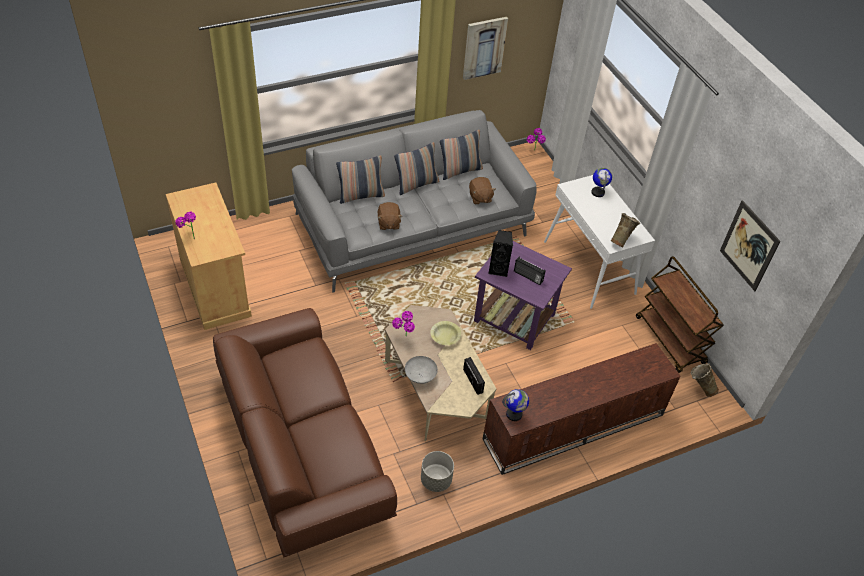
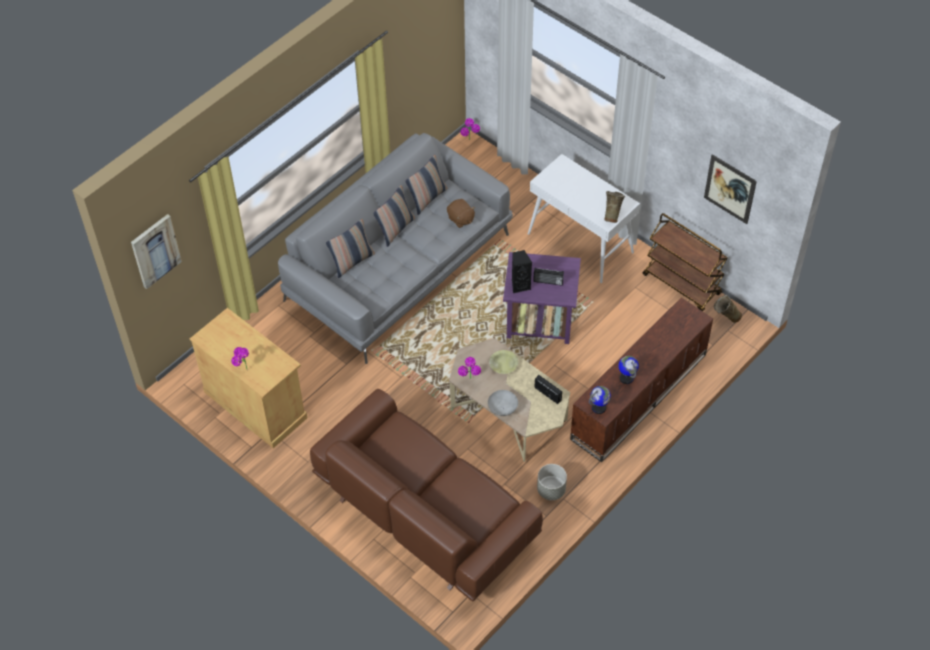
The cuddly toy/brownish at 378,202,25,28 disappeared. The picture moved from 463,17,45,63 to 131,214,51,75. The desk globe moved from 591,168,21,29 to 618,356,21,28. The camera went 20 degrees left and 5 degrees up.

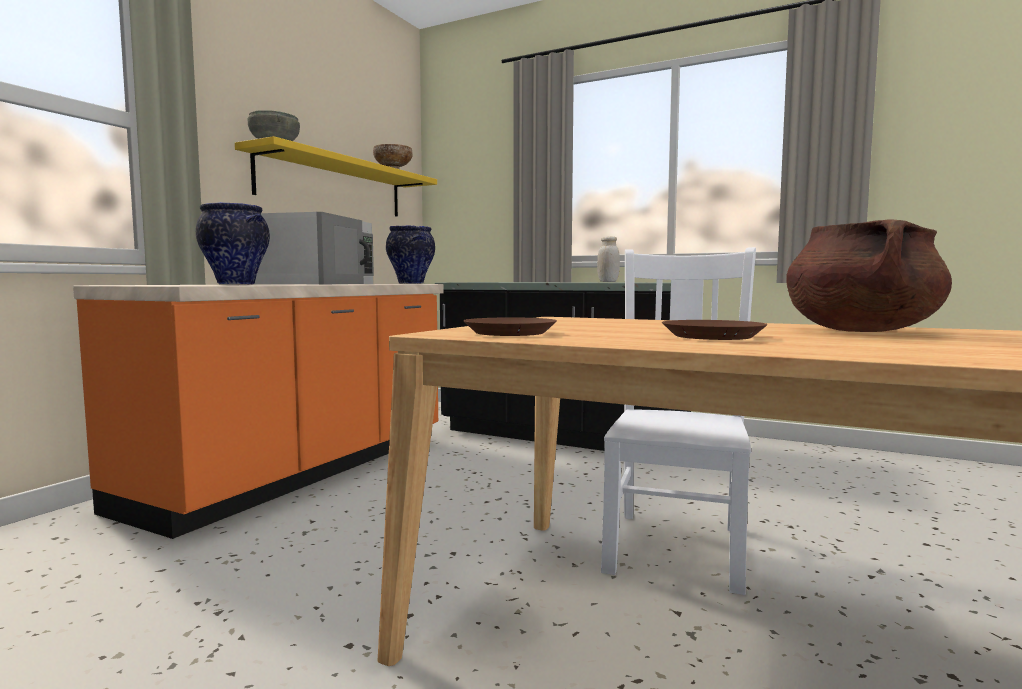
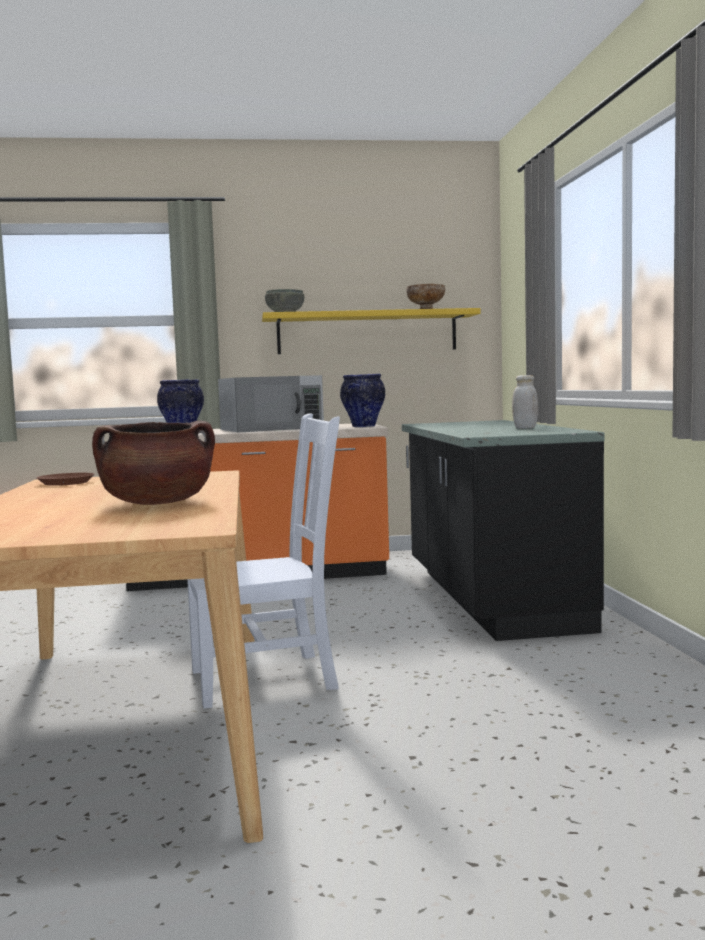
The flat dish/brownish at 662,320,106,20 disappeared. The camera went 55 degrees right and 0 degrees up.

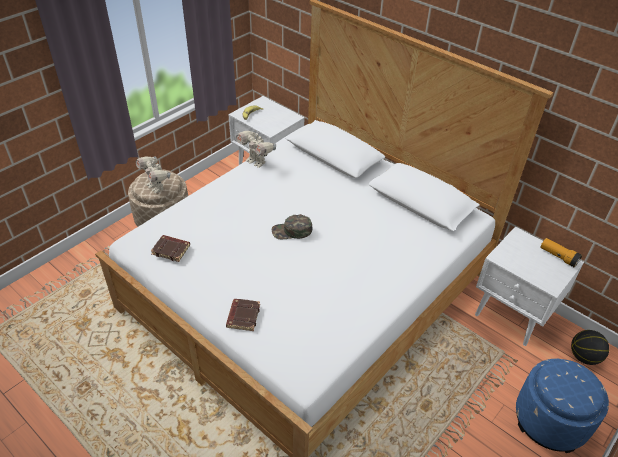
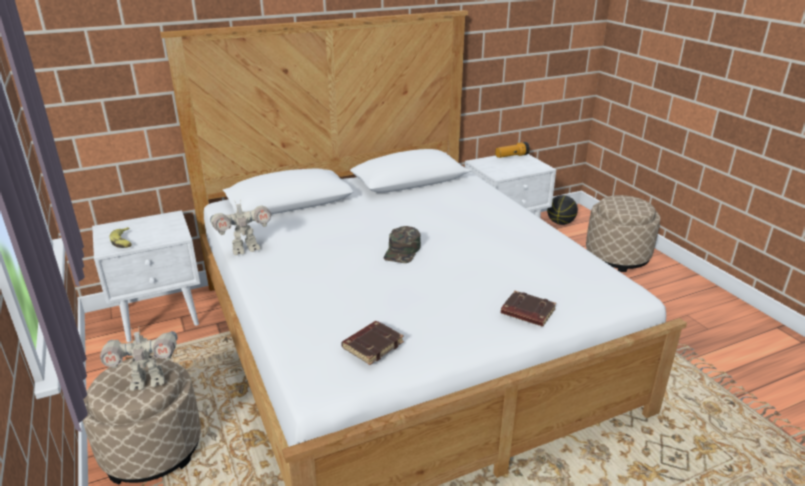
The pouffe/blue-coloured at 516,359,93,94 became the pouffe/beige at 586,195,74,77. The camera went 65 degrees left and 15 degrees down.

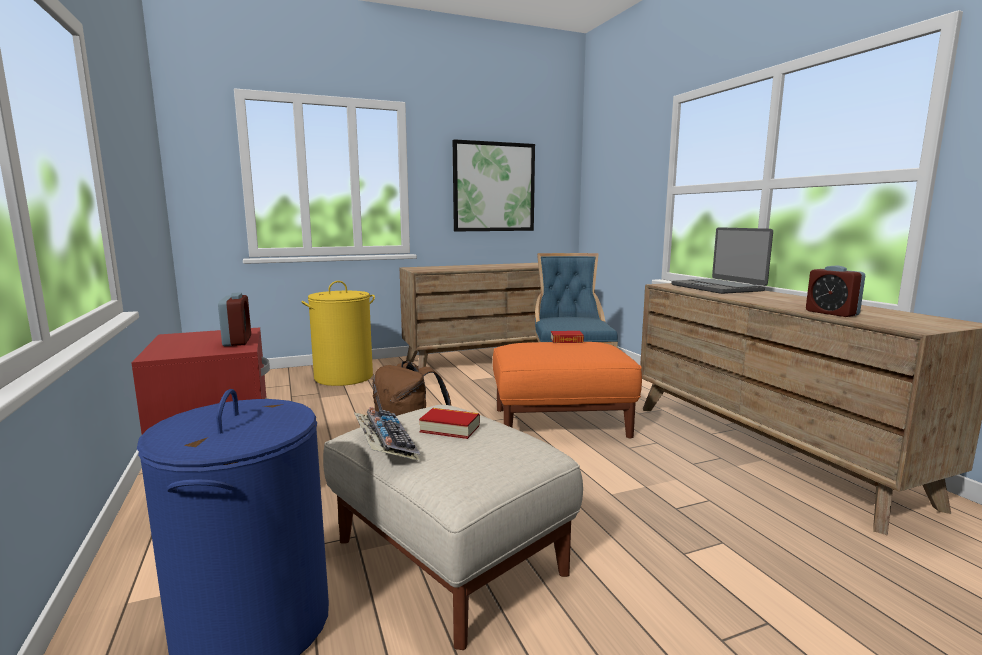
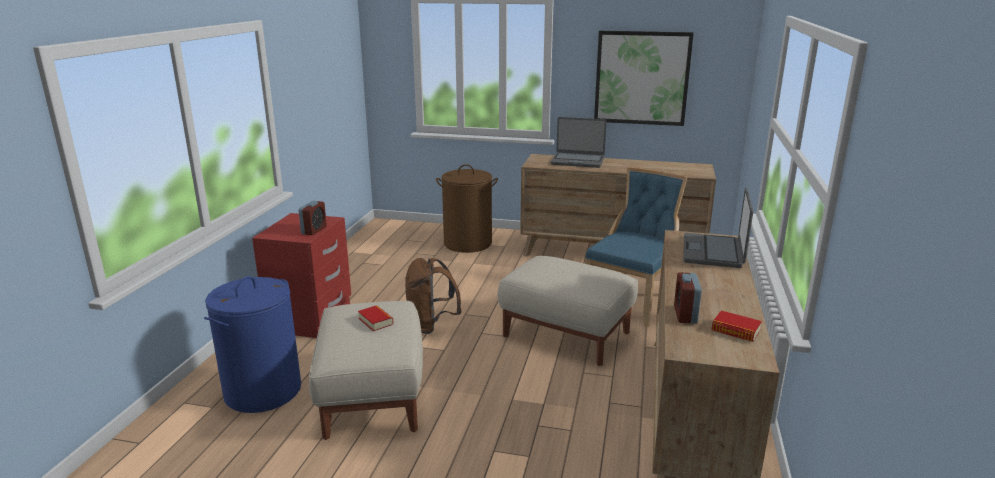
The laundry basket/yellow at 301,281,74,105 became the laundry basket/brownish at 436,164,62,89. The computer keyboard at 354,407,67,54 disappeared. The pouffe/orange at 493,342,149,97 became the pouffe/beige at 498,256,140,110. The bound book moved from 551,331,33,12 to 712,310,50,32. The portable computer at 551,117,56,51 appeared. The camera went 35 degrees right and 10 degrees up.

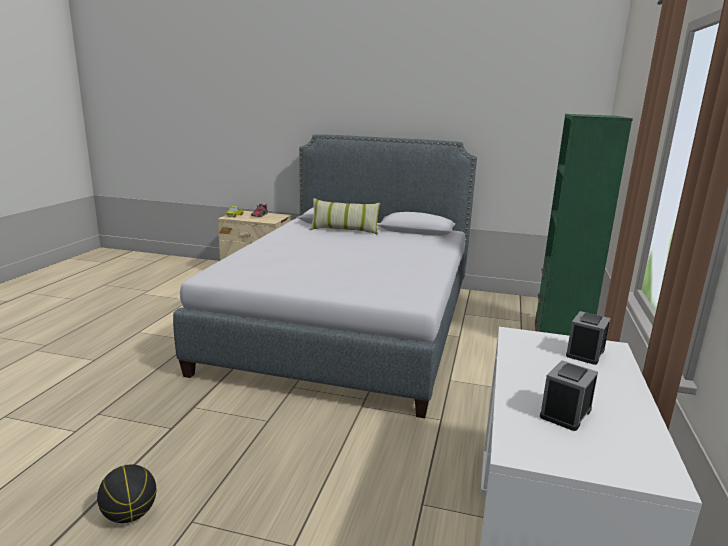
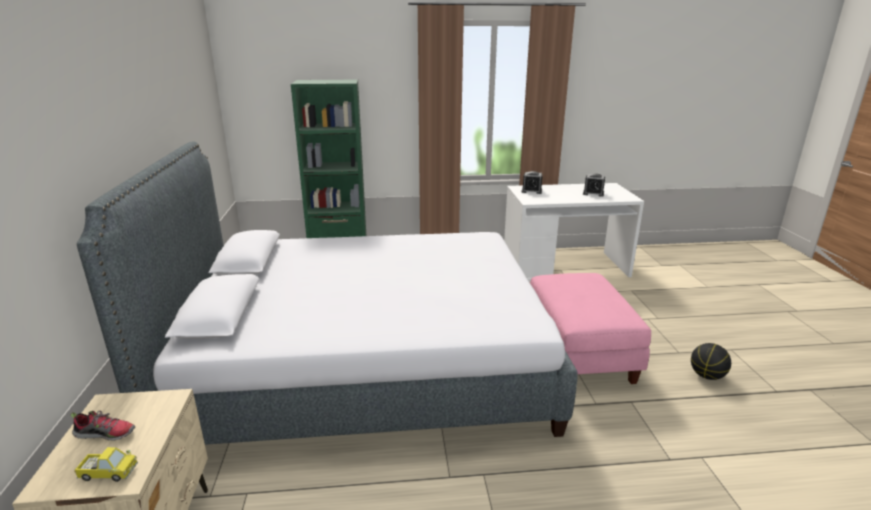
The throw pillow at 310,198,70,36 disappeared. The pouffe/pink at 530,273,121,111 appeared. The camera went 110 degrees left and 5 degrees up.

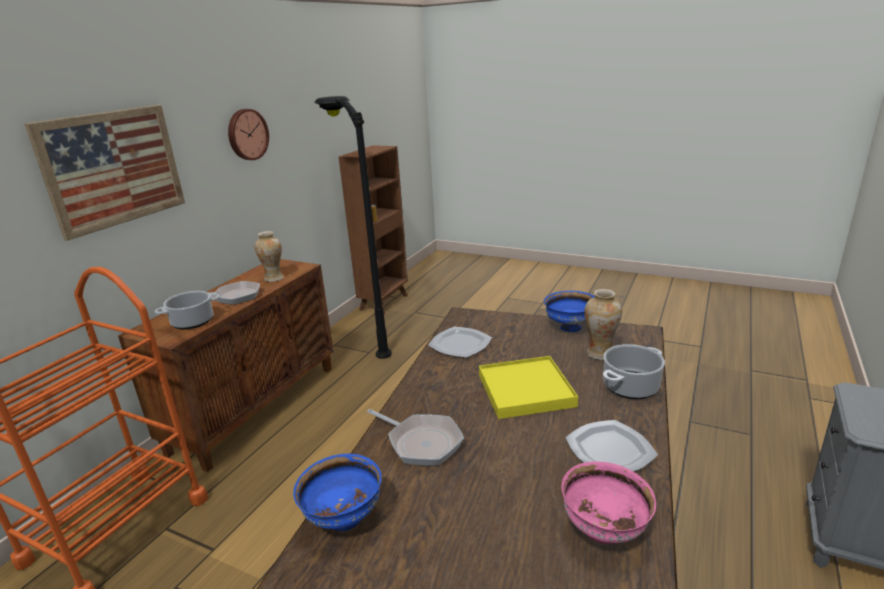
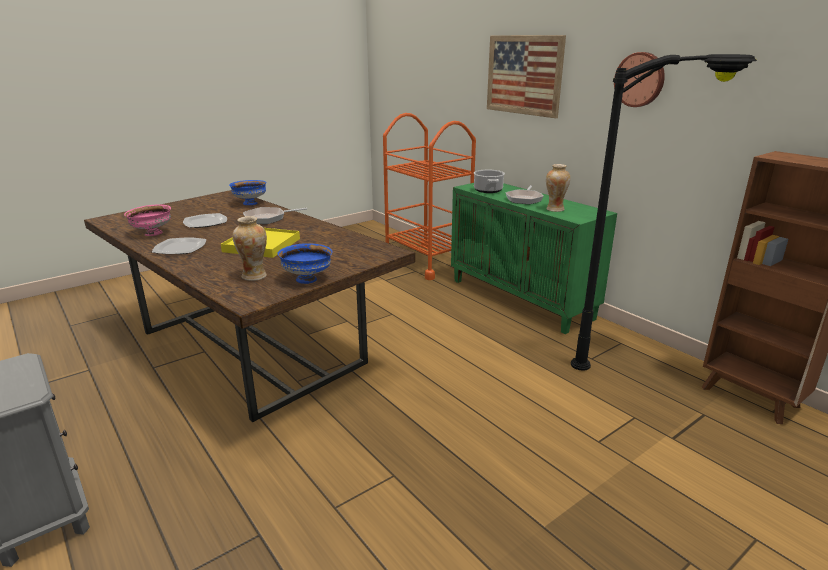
The storage cabinet/brownish at 118,259,216,213 became the storage cabinet/green at 451,183,166,151. The flat dish moved from 428,327,64,31 to 183,213,44,15. The cooking pot at 603,344,62,55 disappeared. The camera went 115 degrees right and 0 degrees up.

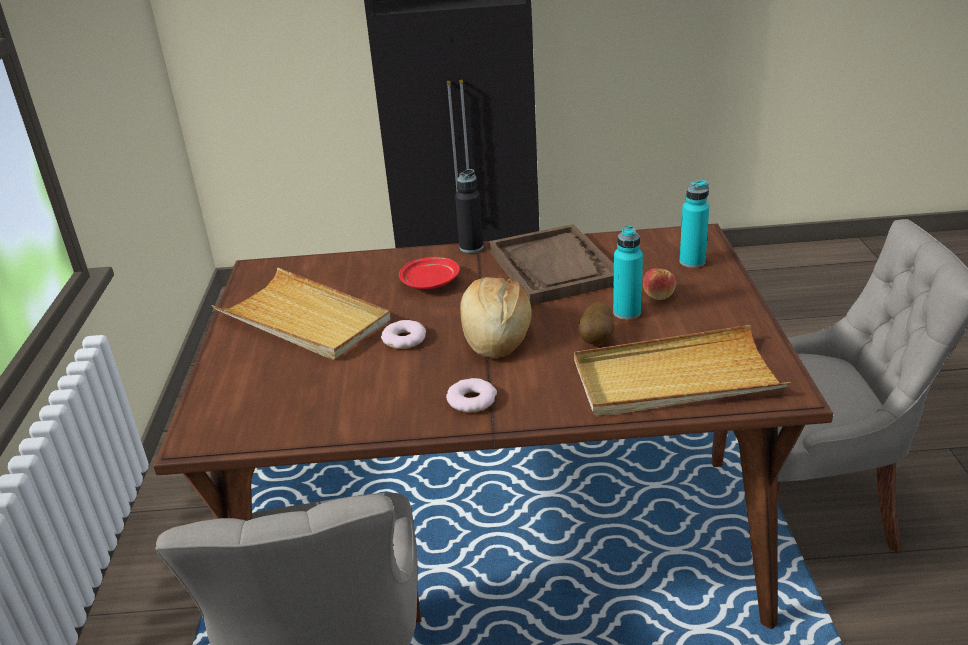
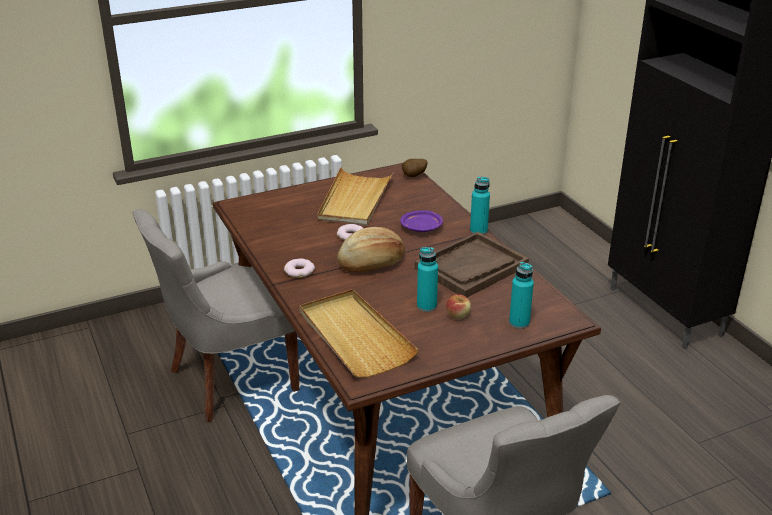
The flat dish/reddish at 399,257,61,32 became the flat dish/purple at 400,210,43,22. The drink bottle/blackish at 455,169,28,84 became the drink bottle/turquoise-coloured at 470,177,20,58. The whole potato moved from 579,302,35,43 to 402,159,26,18. The camera went 65 degrees right and 0 degrees up.

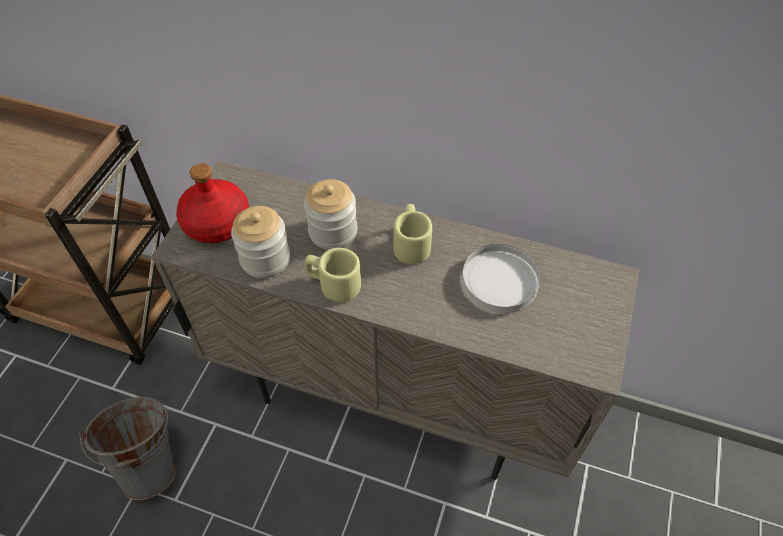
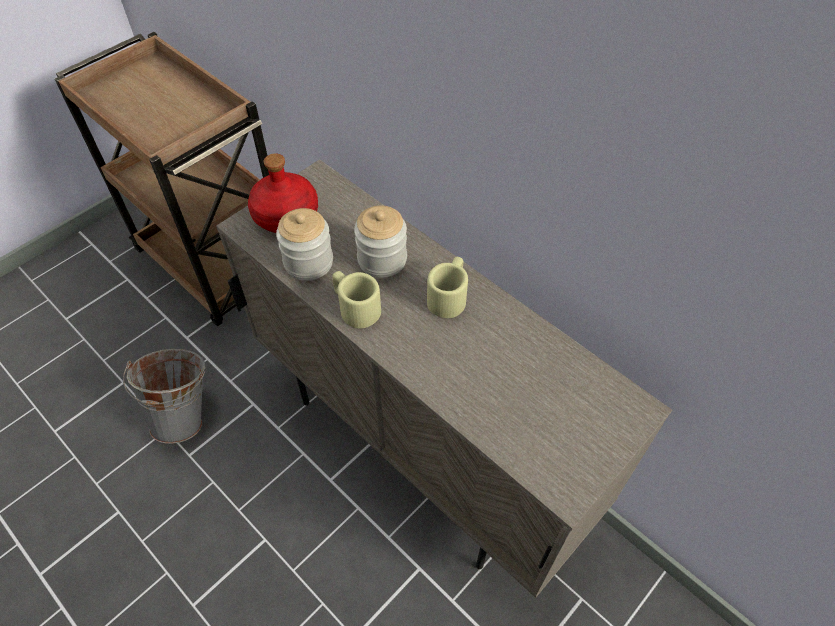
The flat dish/white at 462,244,79,69 disappeared. The camera went 25 degrees right and 0 degrees up.

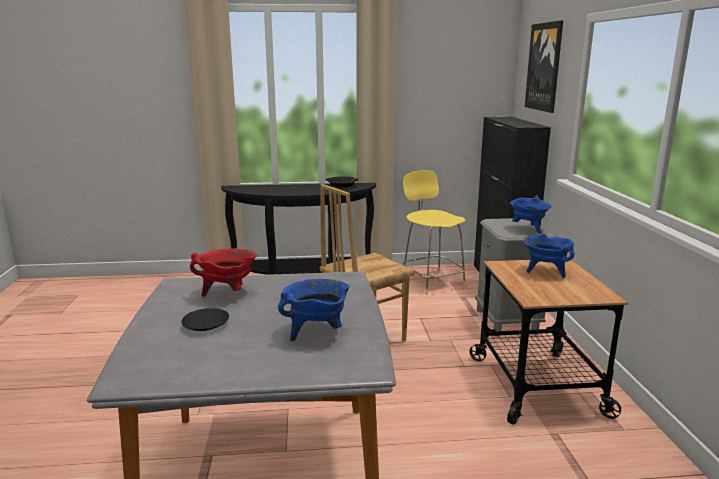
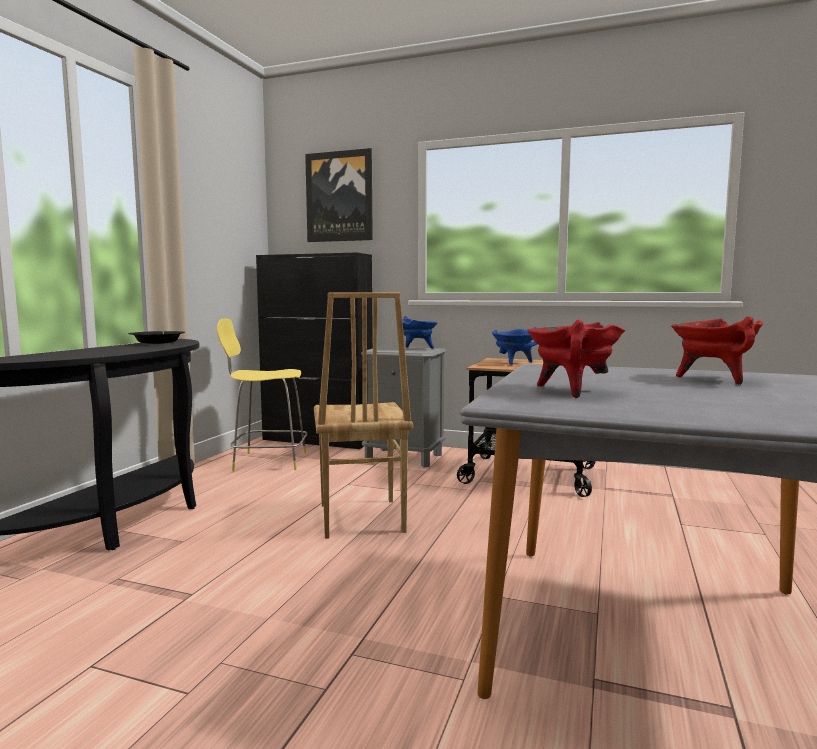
The flat dish/blackish at 181,308,48,23 disappeared. The cooking pot/blue-coloured at 278,279,72,62 became the cooking pot/reddish at 671,316,92,69. The camera went 65 degrees left and 10 degrees down.

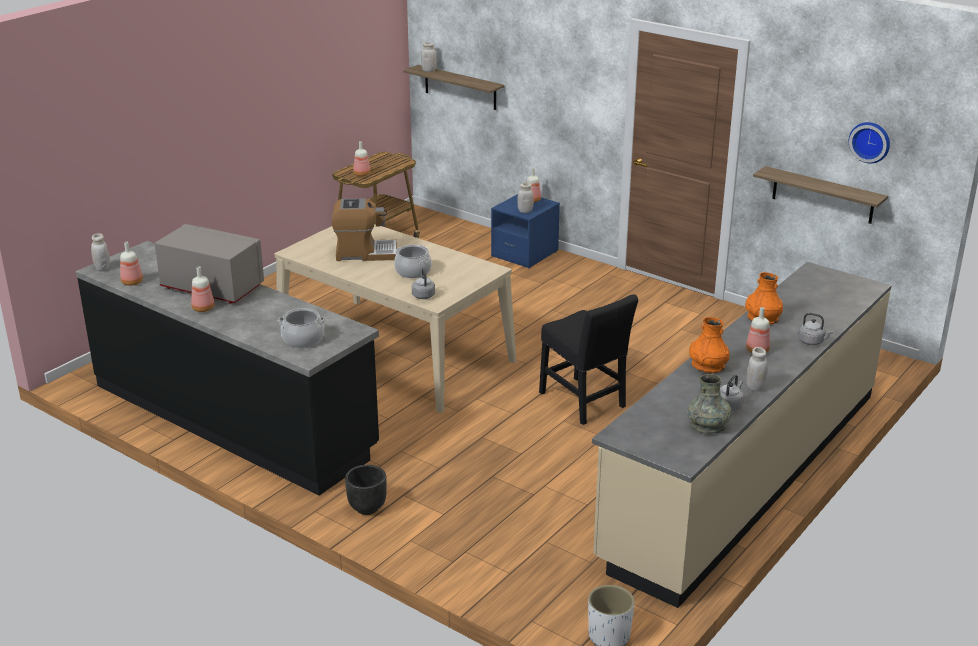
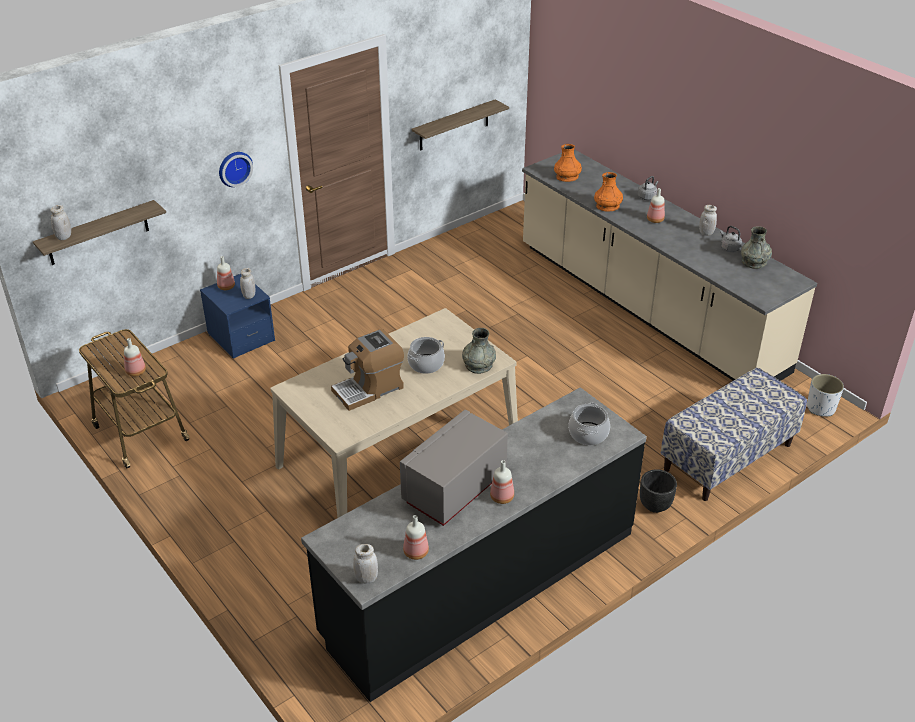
The coffee machine at 332,198,65,63 turned 135 degrees counterclockwise. The kettle/greyish at 412,268,23,31 was replaced by the vase/greyish at 462,328,34,46. The chair/blackish at 539,294,99,131 disappeared. The vase/orange moved from 689,317,41,56 to 554,144,28,38. The hanging clock moved from 849,122,41,41 to 219,152,34,35. The bench at 661,368,146,133 appeared. The camera went 75 degrees left and 10 degrees up.

